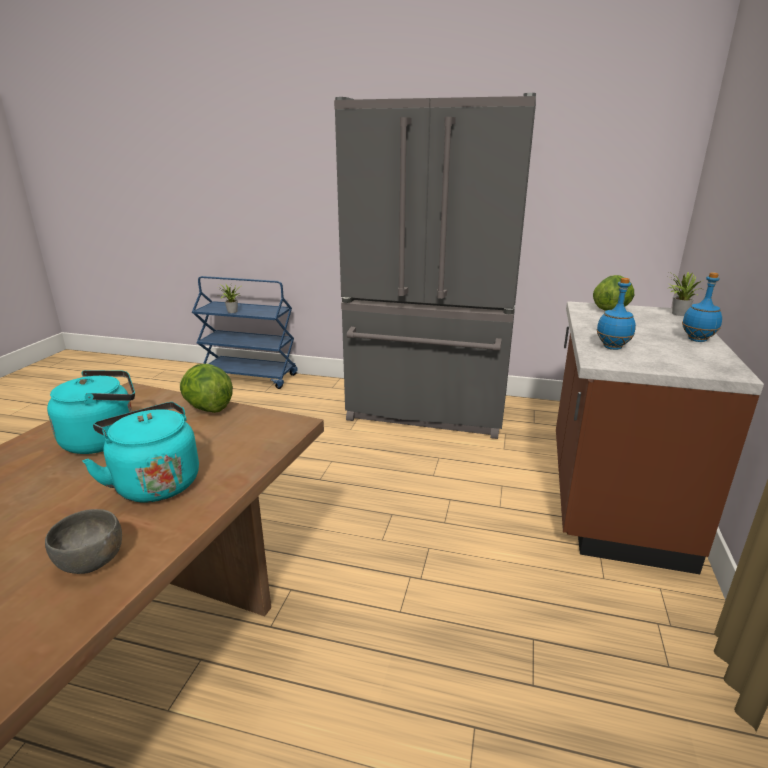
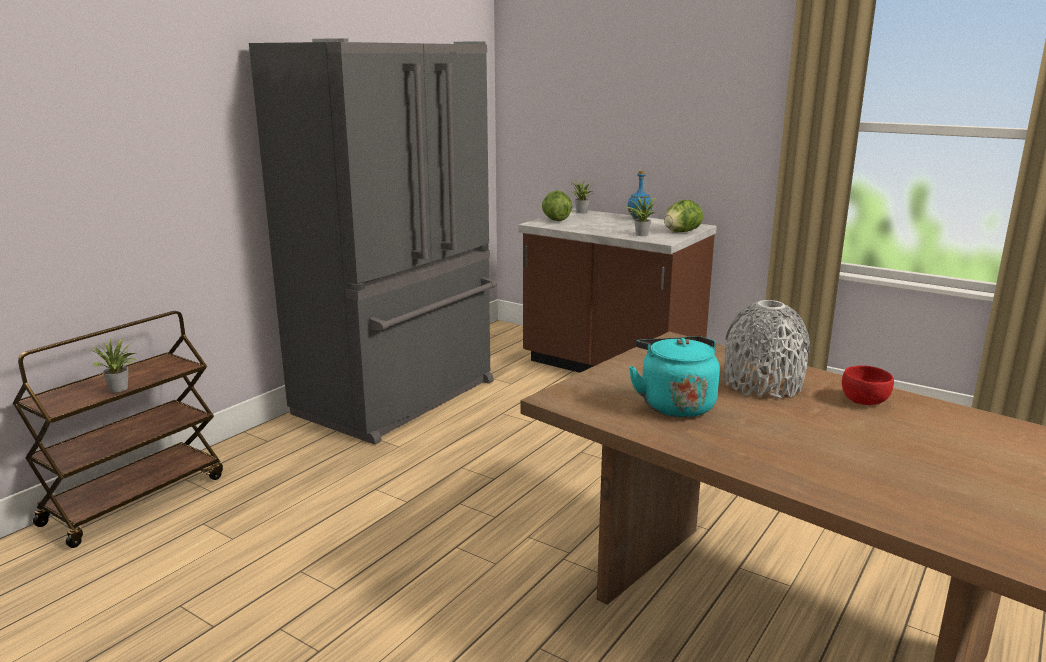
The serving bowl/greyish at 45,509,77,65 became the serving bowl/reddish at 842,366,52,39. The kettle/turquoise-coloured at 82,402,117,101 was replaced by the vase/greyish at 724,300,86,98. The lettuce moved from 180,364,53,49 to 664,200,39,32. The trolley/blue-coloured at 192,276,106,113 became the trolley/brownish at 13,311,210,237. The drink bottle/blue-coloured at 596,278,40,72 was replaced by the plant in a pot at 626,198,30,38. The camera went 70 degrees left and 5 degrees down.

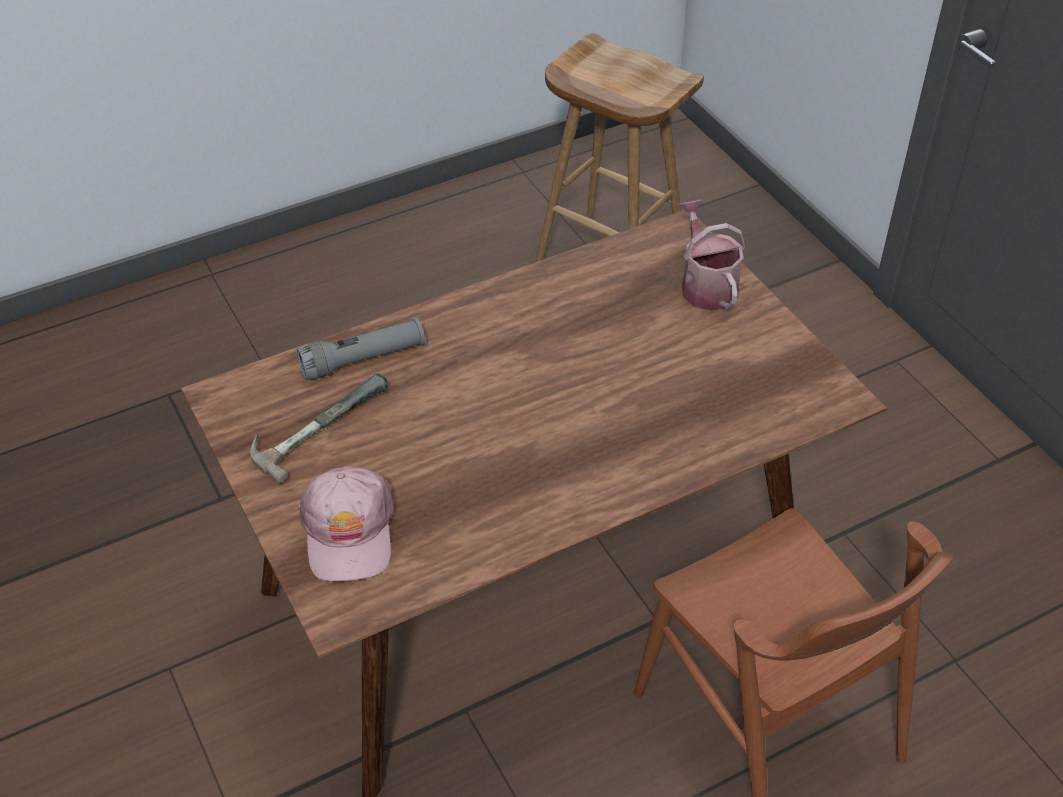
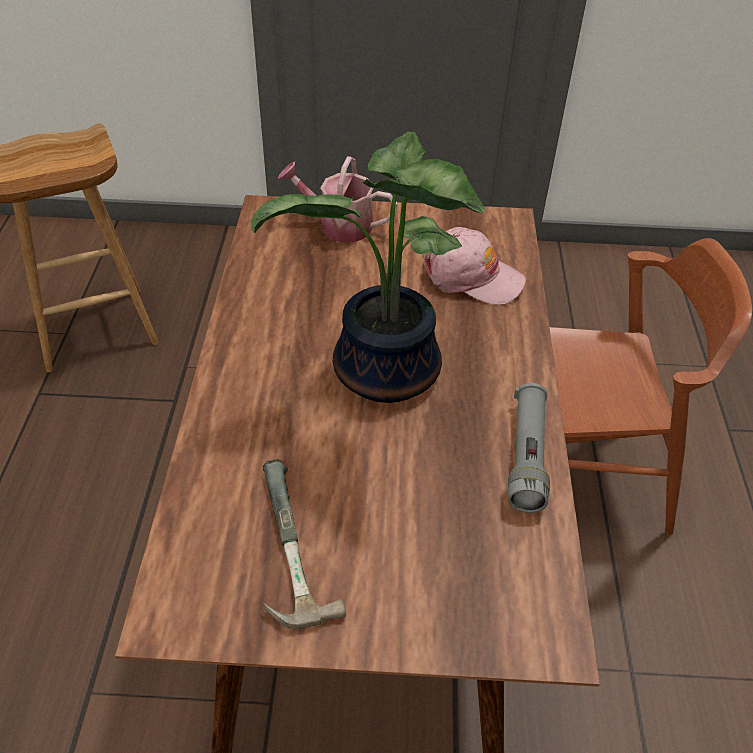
The flashlight/greyish moved from 297,317,128,63 to 508,383,42,130. The cap/pink moved from 299,467,95,115 to 423,227,103,78. The plant in a pot at 251,132,234,271 appeared. The camera went 60 degrees left and 0 degrees up.

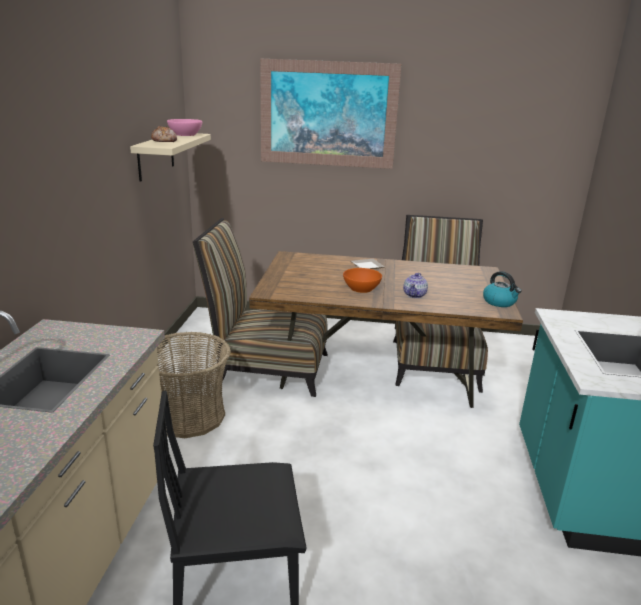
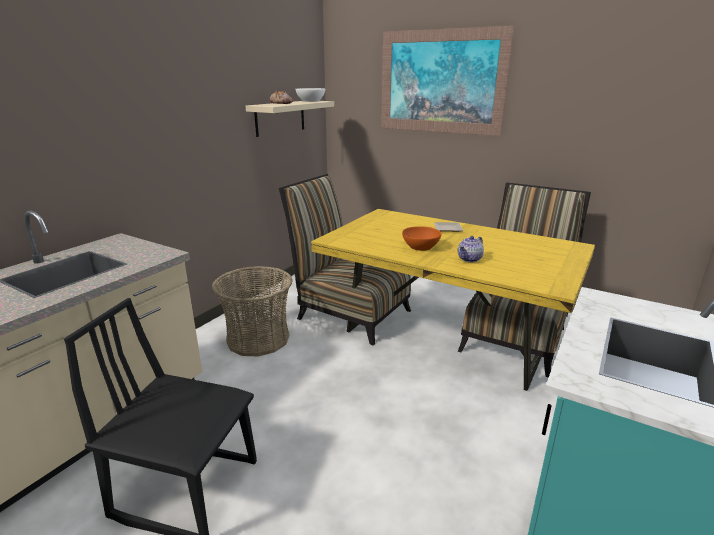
The serving bowl/pink at 167,119,35,17 became the serving bowl/white at 296,88,29,14. The kitchen table/brownish at 249,251,274,157 became the kitchen table/yellow at 311,209,284,182. The kettle at 483,271,39,36 disappeared. The camera went 25 degrees right and 0 degrees up.

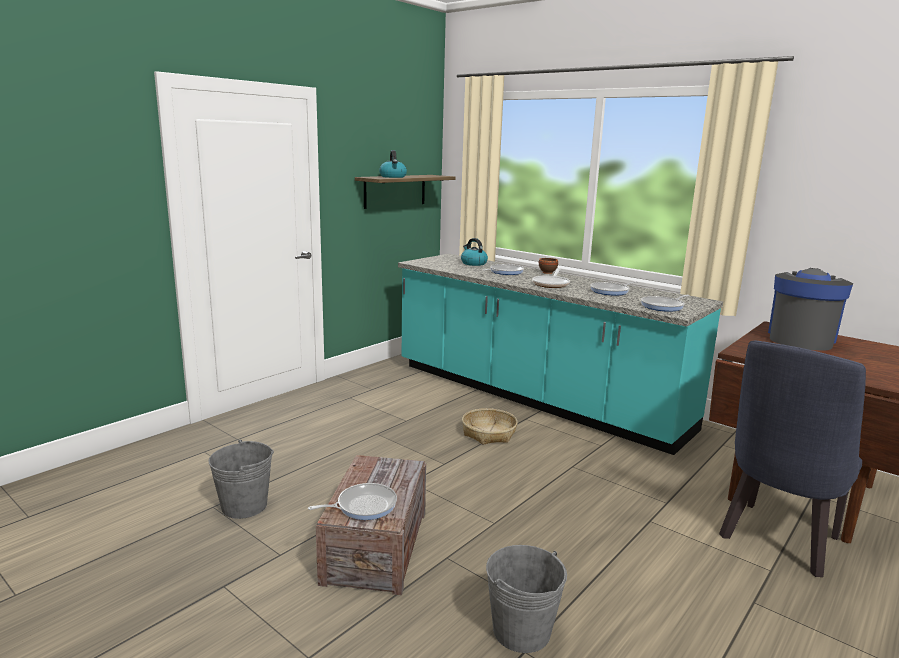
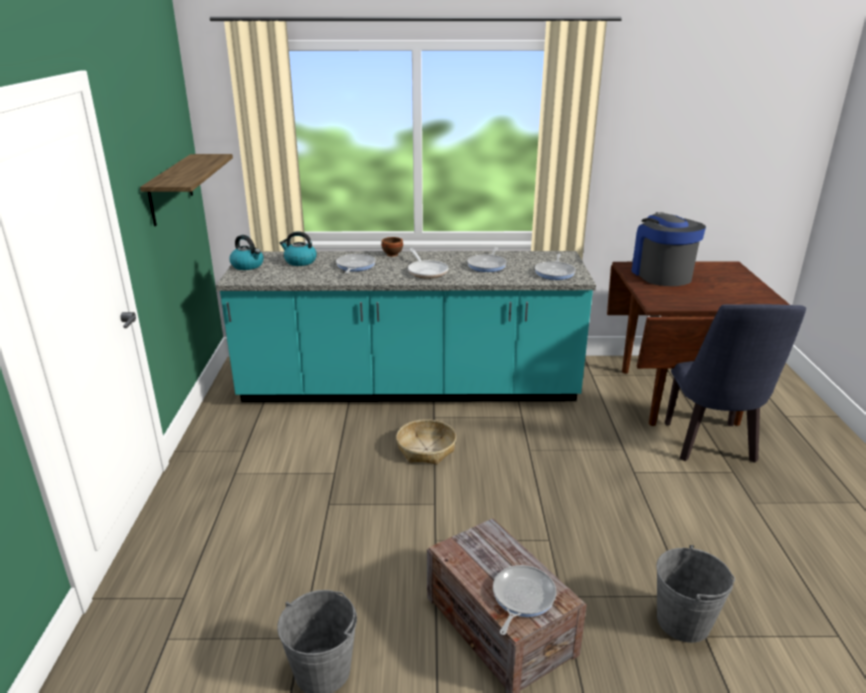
The kettle moved from 379,150,28,28 to 230,235,34,35. The camera went 40 degrees left and 10 degrees up.

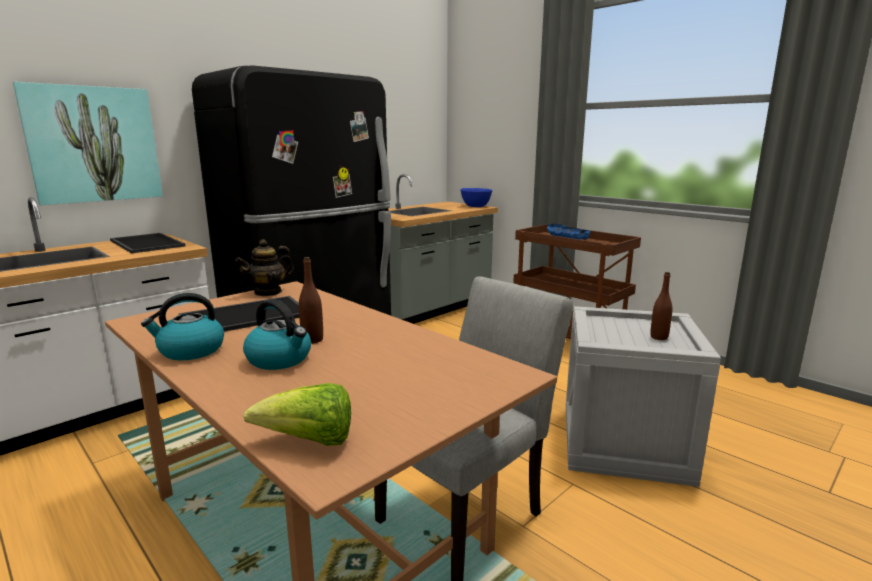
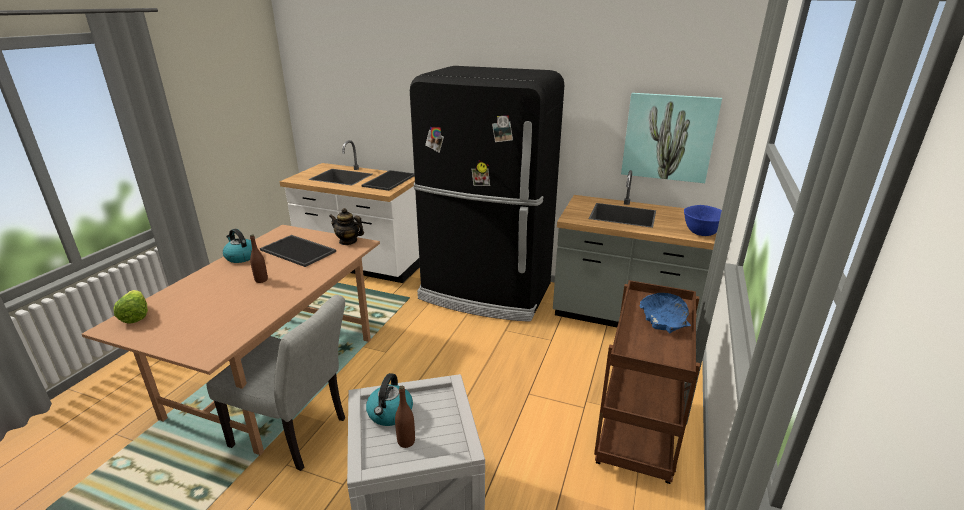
The picture moved from 13,82,150,123 to 621,93,101,90. The kettle moved from 243,299,68,71 to 366,373,47,53. The camera went 65 degrees right and 10 degrees up.

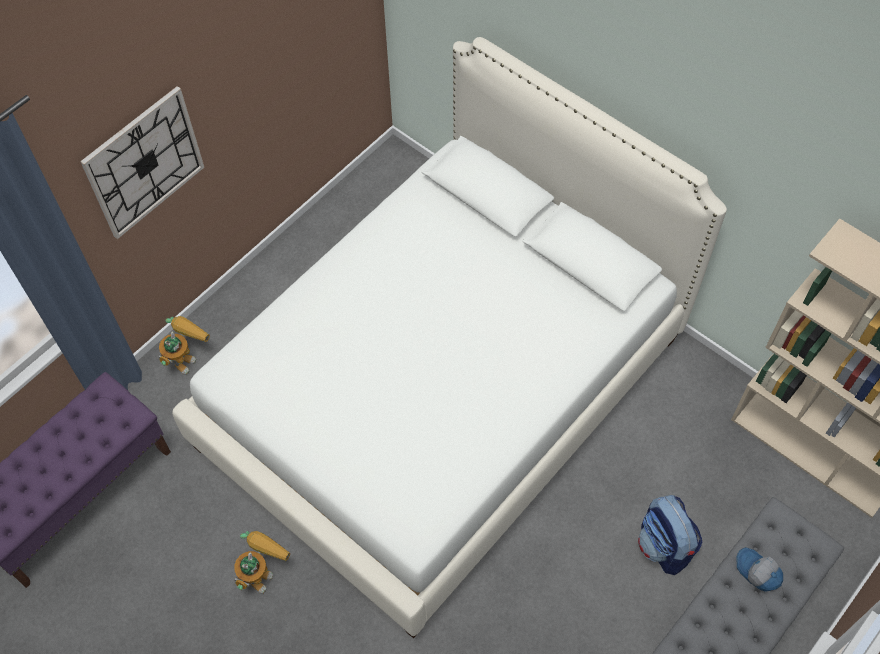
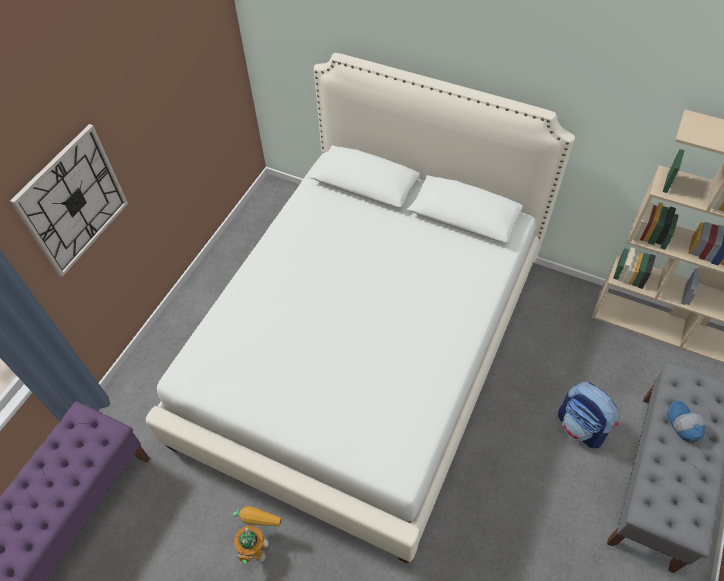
The robot figure at 158,316,52,59 disappeared. The cap at 736,547,47,45 turned 45 degrees clockwise. The camera went 15 degrees left and 5 degrees down.

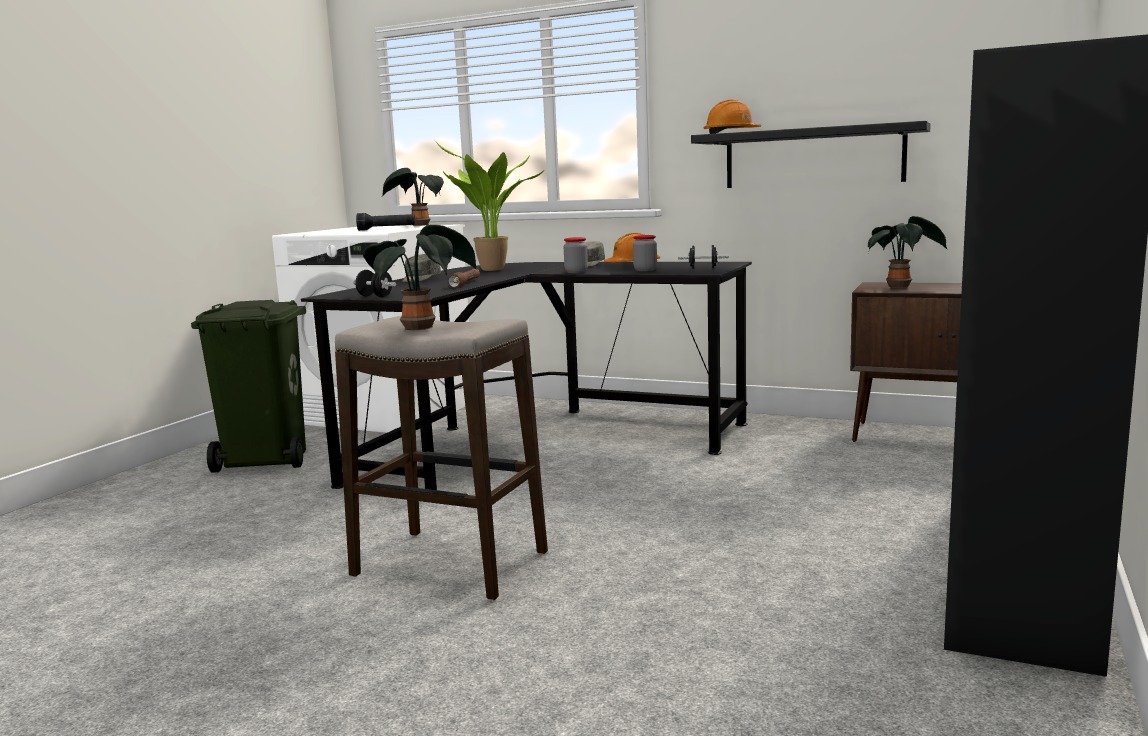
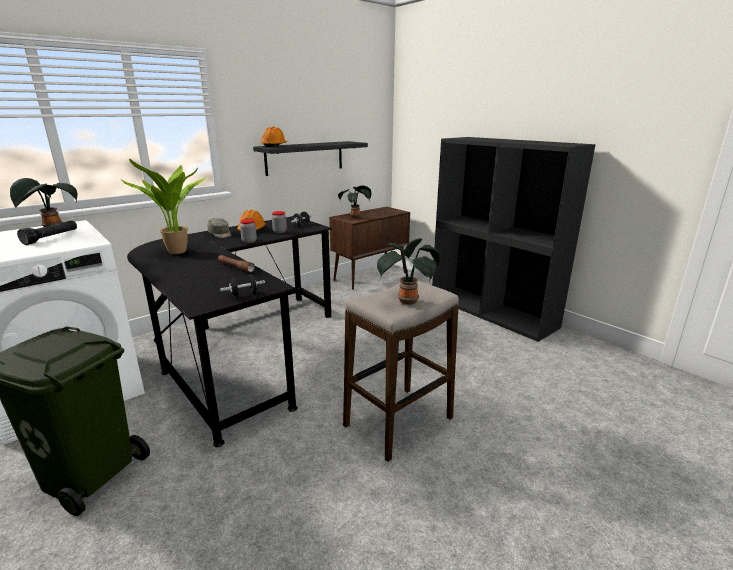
The cap/greyish at 403,254,38,28 disappeared. The camera went 65 degrees left and 10 degrees up.

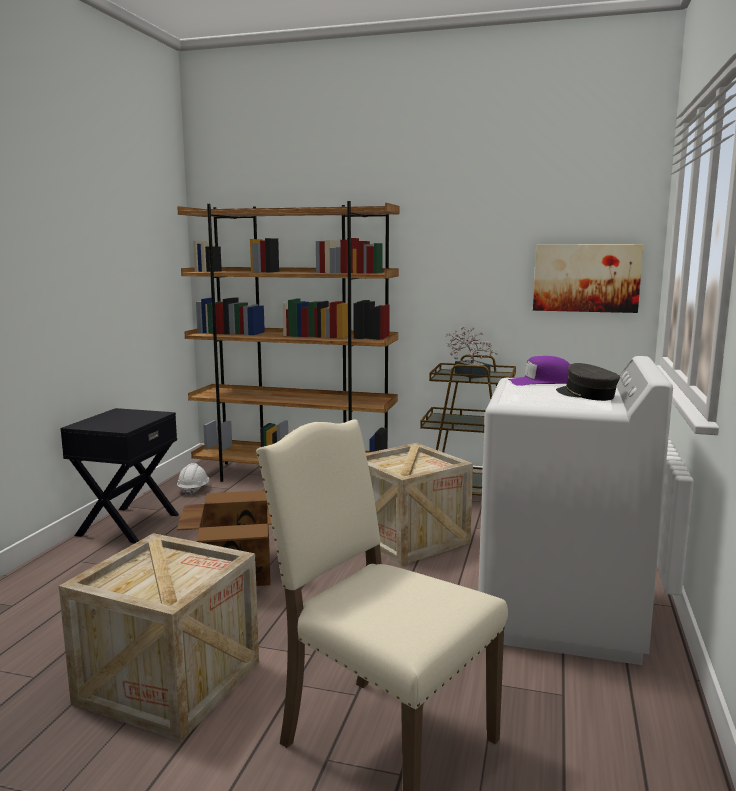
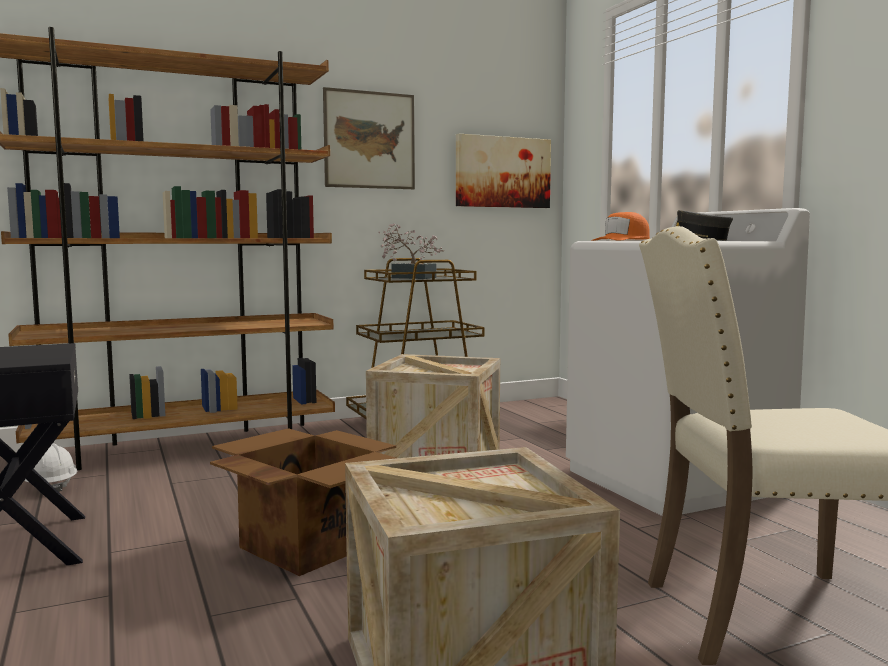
The cap/purple at 508,356,62,30 became the cap/orange at 592,212,58,29. The picture at 323,87,92,102 appeared. The camera went 40 degrees left and 5 degrees down.

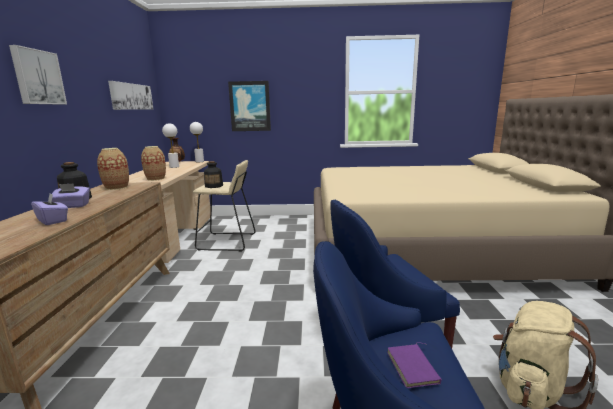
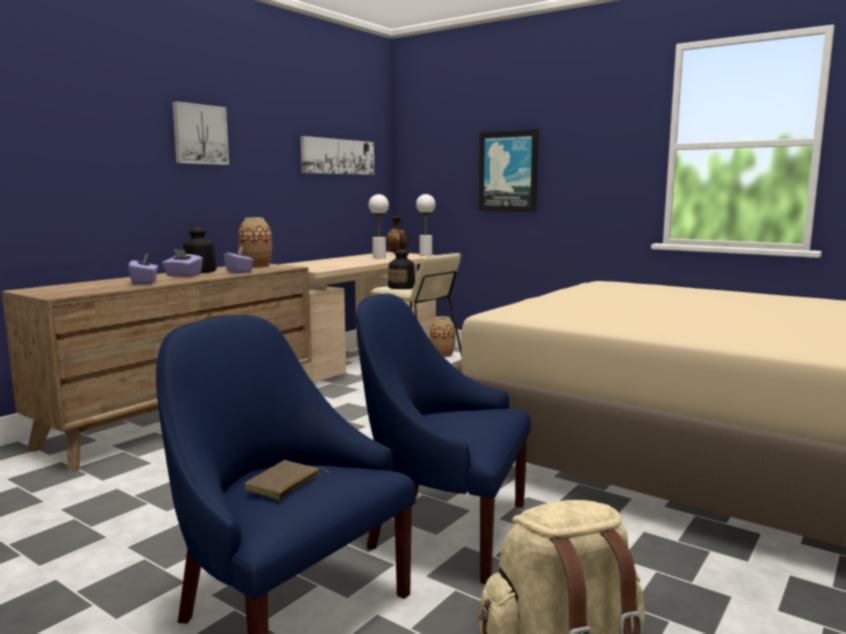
The vase moved from 141,146,25,35 to 430,316,25,42. The bound book/purple at 387,342,55,46 became the bound book/brownish at 244,460,86,40. The box of tissues/purple at 224,246,30,28 appeared. The camera went 35 degrees right and 5 degrees down.

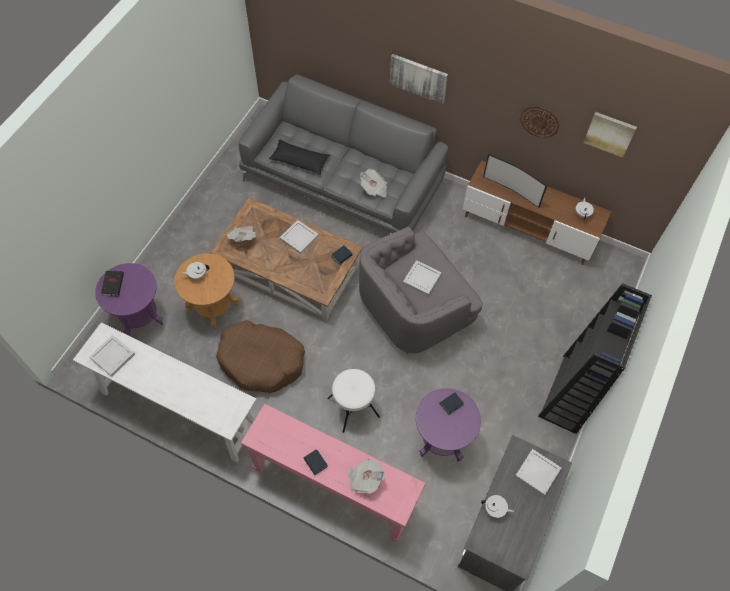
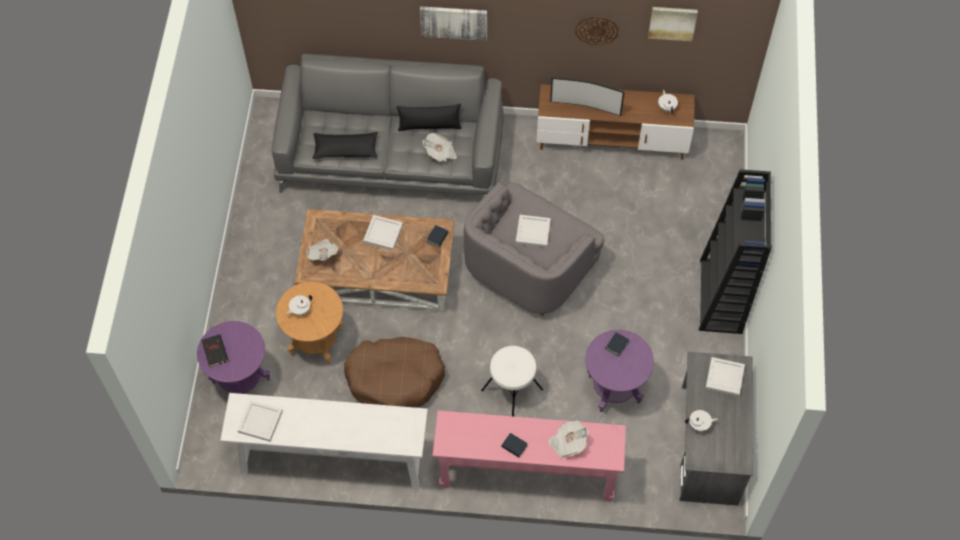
The throw pillow/blackish at 396,104,65,27 appeared. The camera went 20 degrees left and 0 degrees up.

